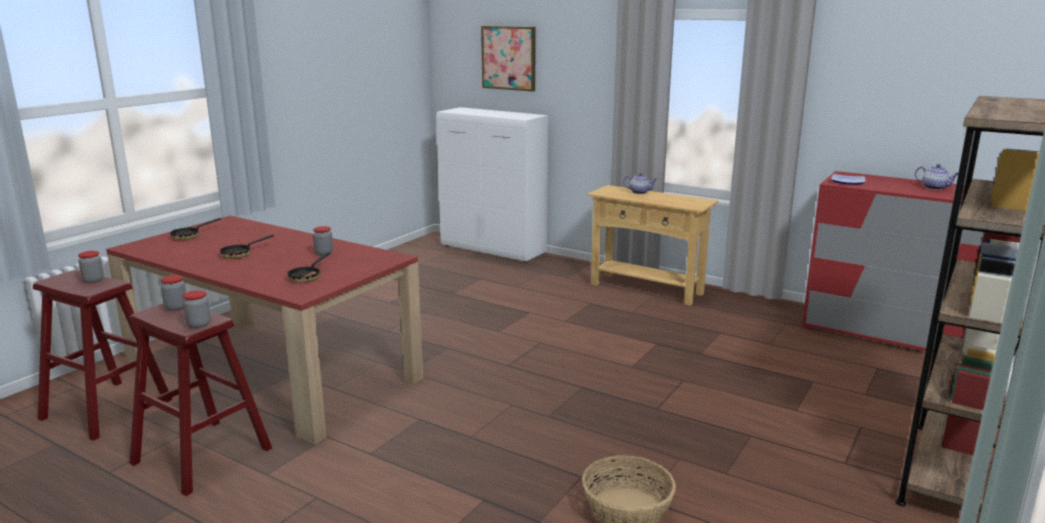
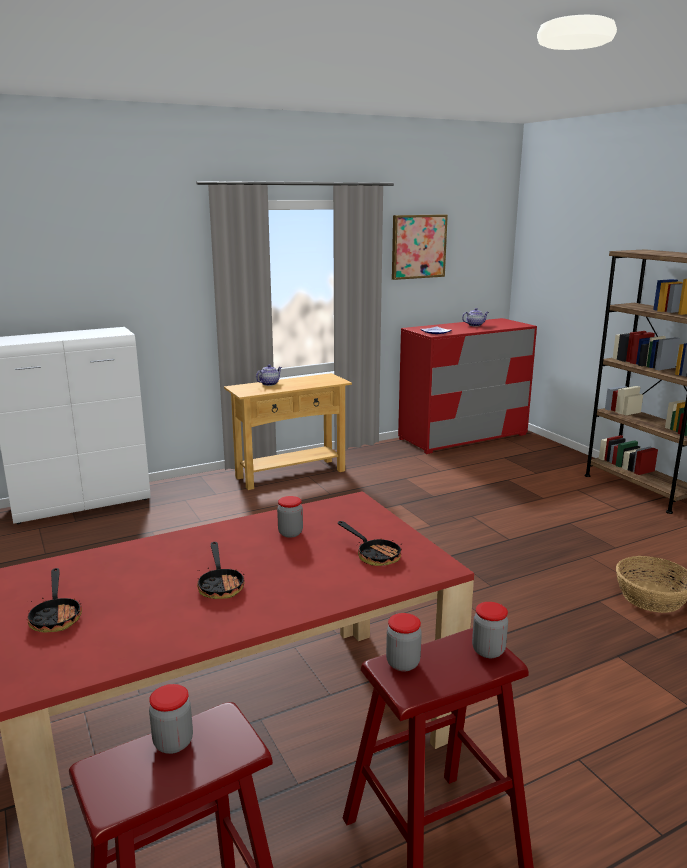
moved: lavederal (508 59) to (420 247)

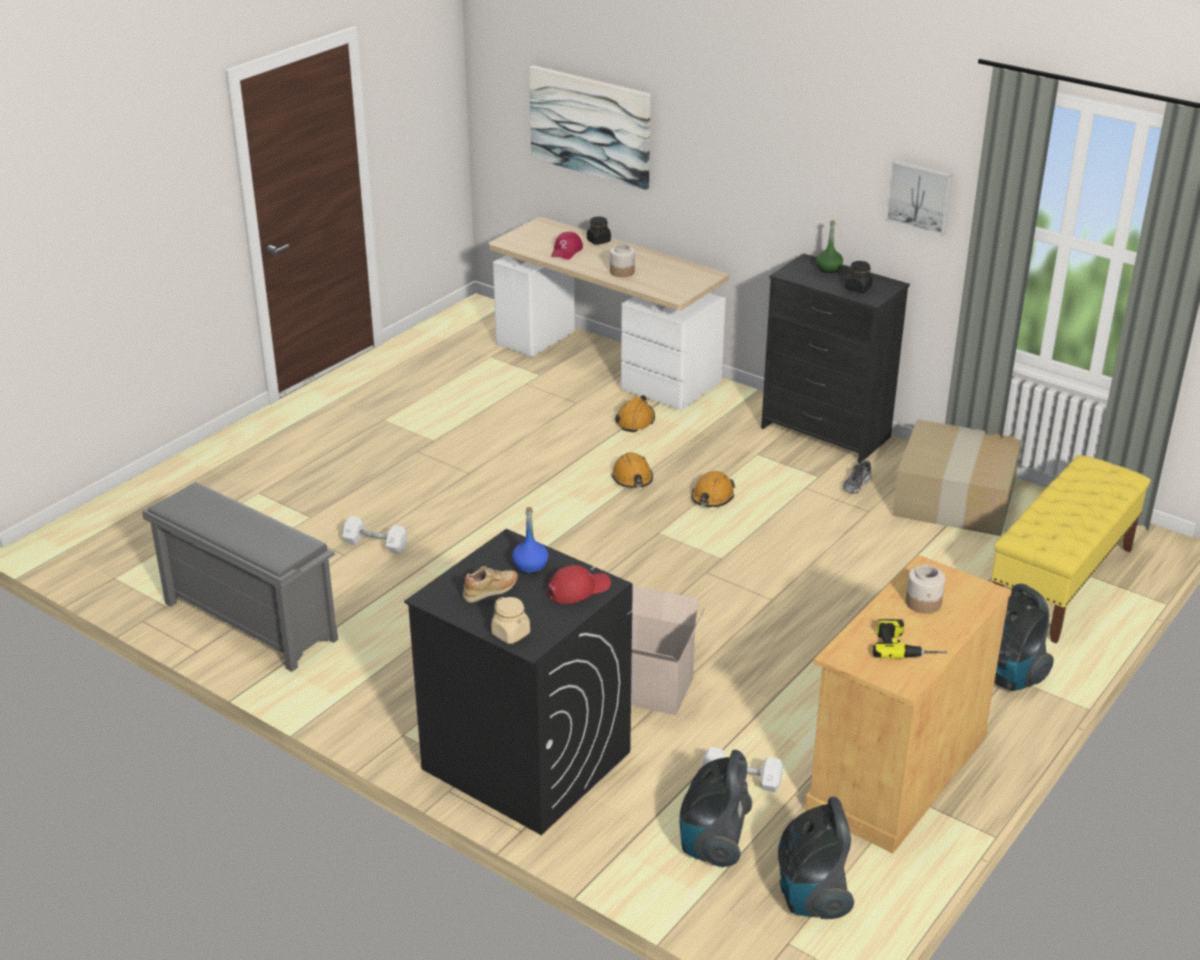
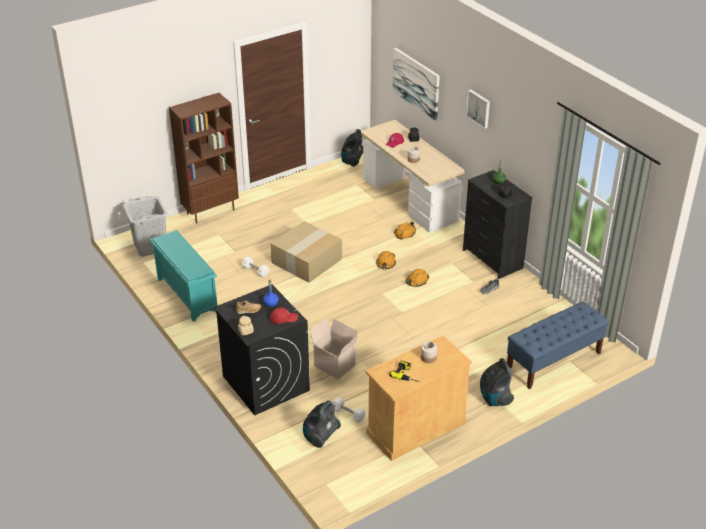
added: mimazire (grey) (145 226); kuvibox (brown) (204 158)
moved: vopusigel (957 477) to (306 252); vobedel (816 858) to (352 148); lavederal (919 198) to (478 109)
recoloured: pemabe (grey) (240 577) to pemabe (turquoise) (184 276); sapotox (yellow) (1071 549) to sapotox (blue) (558 345)

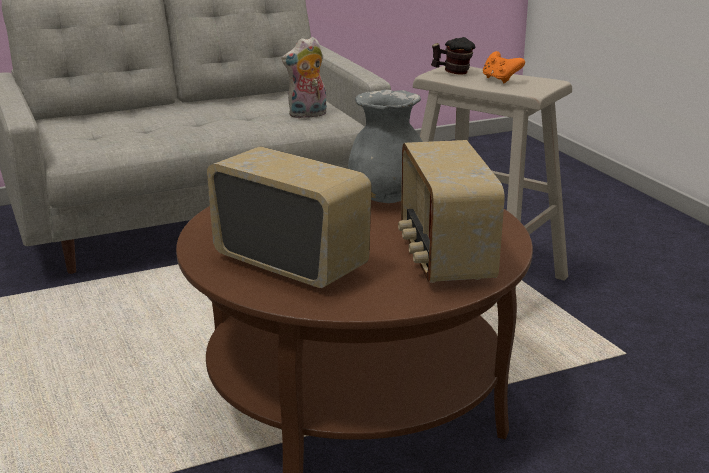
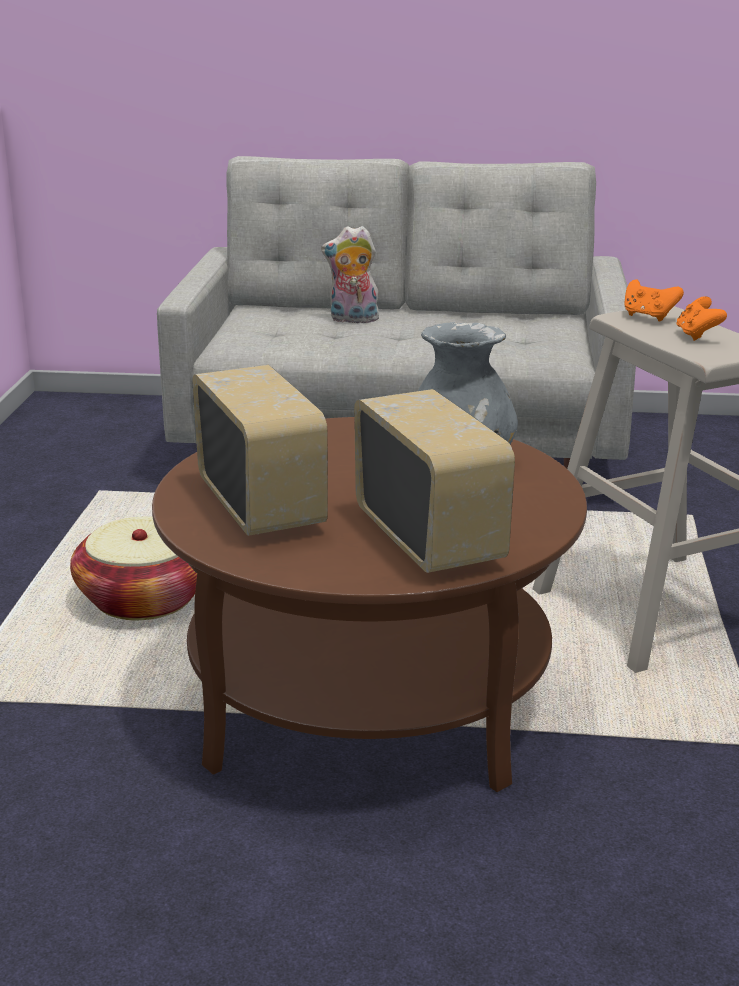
added: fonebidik (133 568)
moved: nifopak (304 77) to (350 274)
replaced: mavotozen (453 56) to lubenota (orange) (654 300)
turned: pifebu (451 211) = (434 481) 135 degrees clockwise

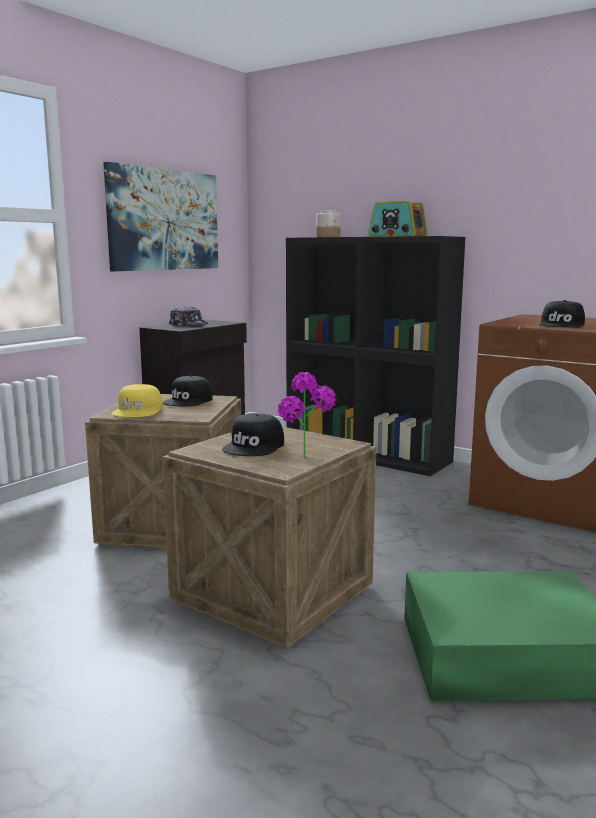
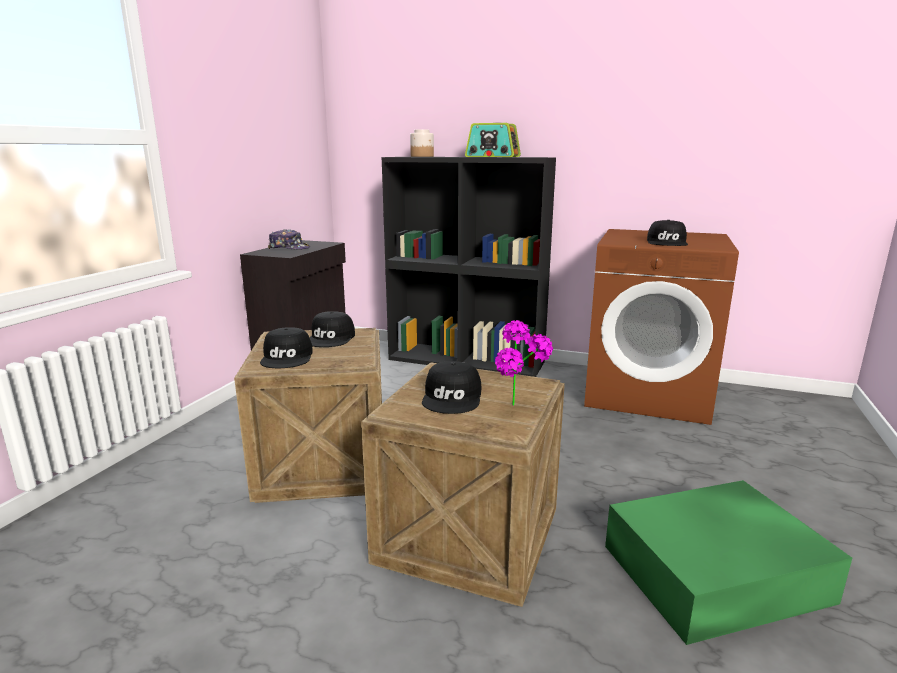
removed: lavederal (160 216)
recoloured: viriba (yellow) (137 400) to viriba (black) (286 347)

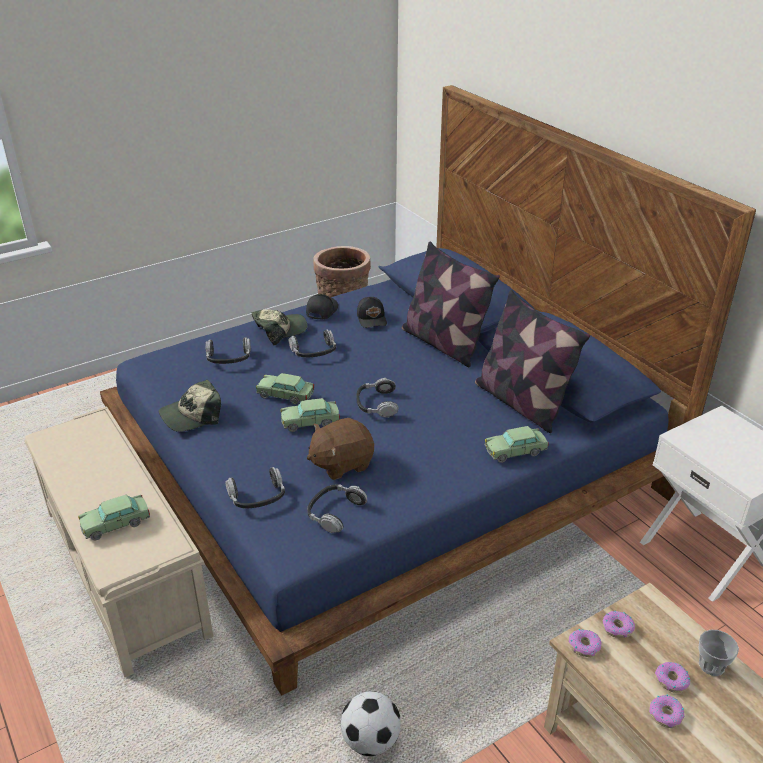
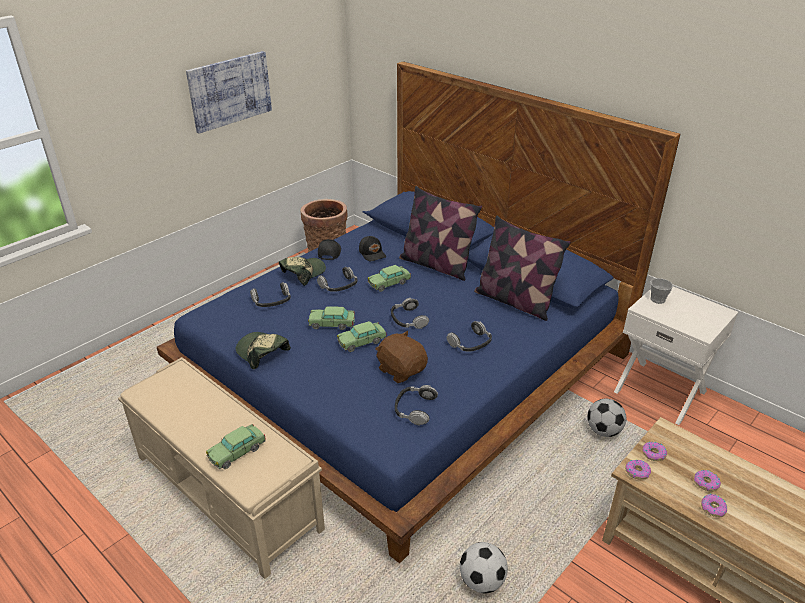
added: lavederal (229 92); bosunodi (606 418)
moved: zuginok (516 444) to (389 278); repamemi (255 488) to (469 336); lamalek (718 653) to (661 291)
turned: viriba (190 406) = (263 350) 90 degrees clockwise; nifopak (brown) (340 449) = (401 357) 90 degrees clockwise

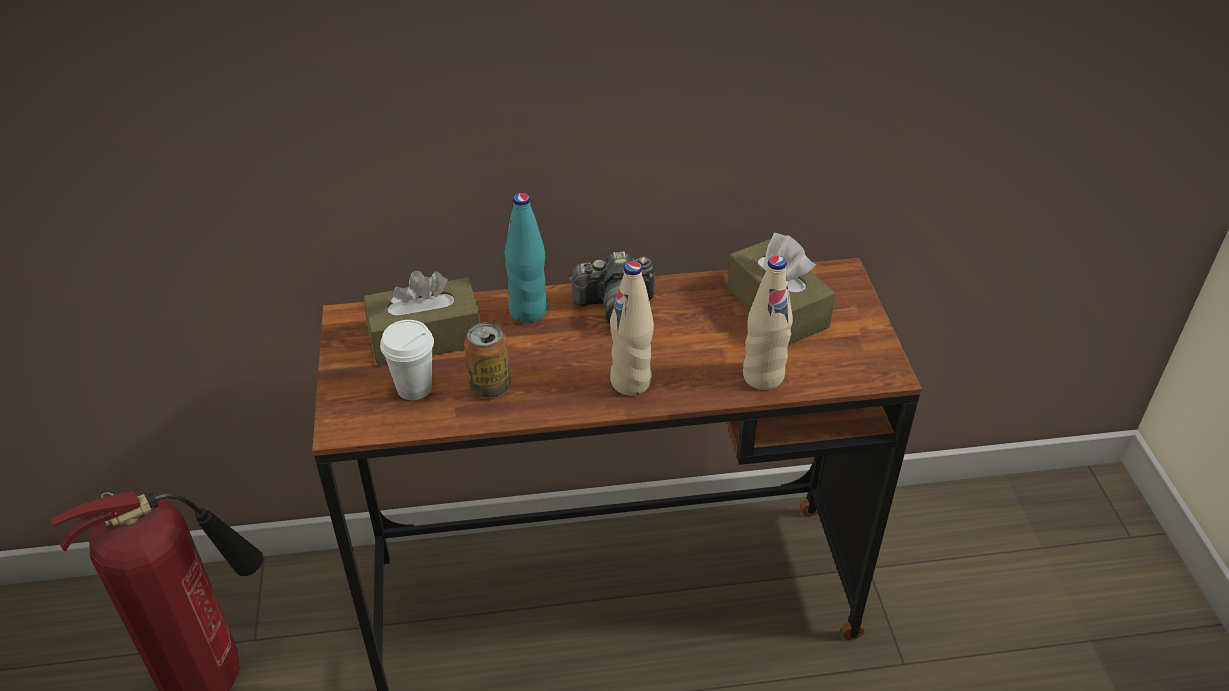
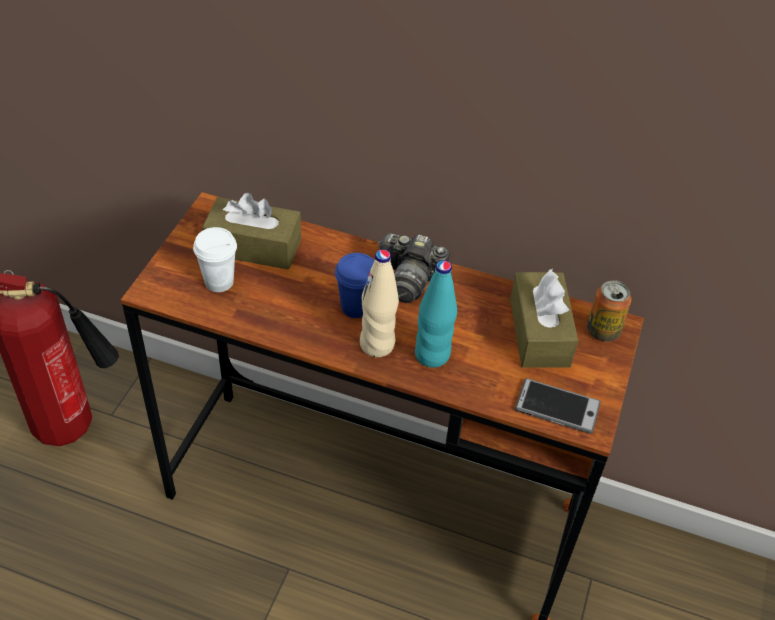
removed: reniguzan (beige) (768 323)
added: lamalek (blue) (354 285); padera (558 406)
moved: reniguzan (turquoise) (525 258) to (436 314); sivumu (487 360) to (609 311)

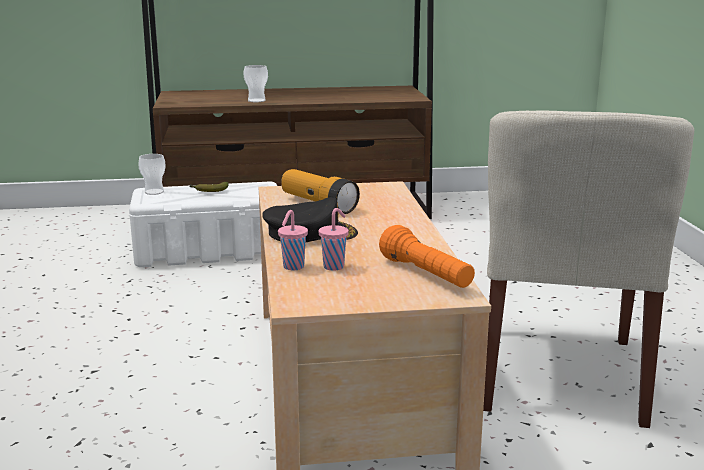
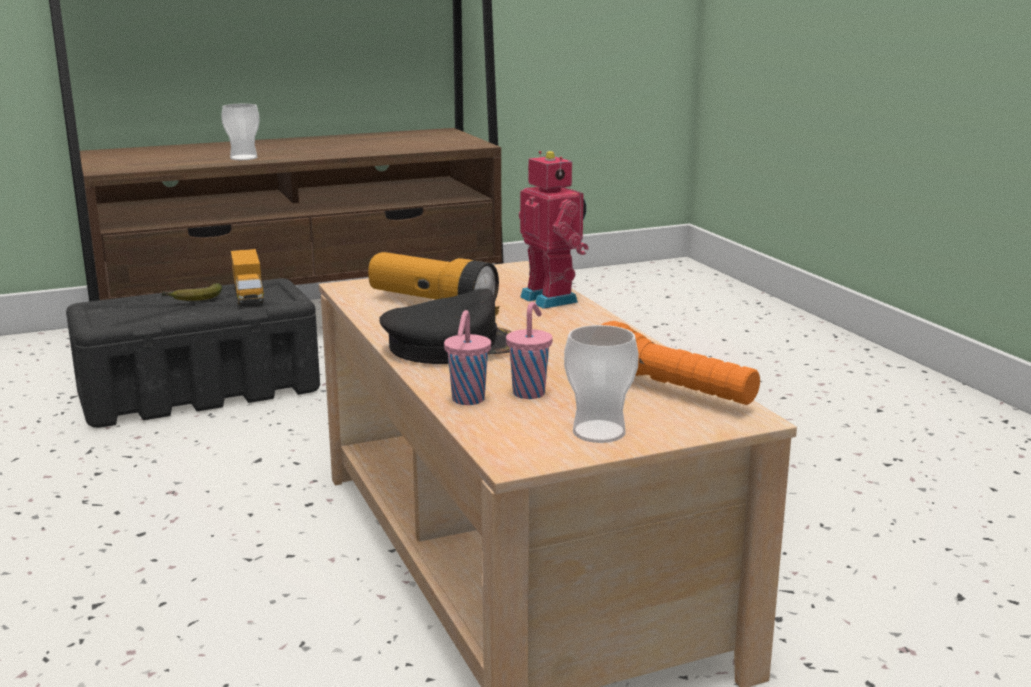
removed: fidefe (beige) (588 269)
added: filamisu (247 277); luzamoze (554 230)
moved: lamalek (152 174) to (601 384)
recoloured: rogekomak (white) (203 224) to rogekomak (black) (193 353)

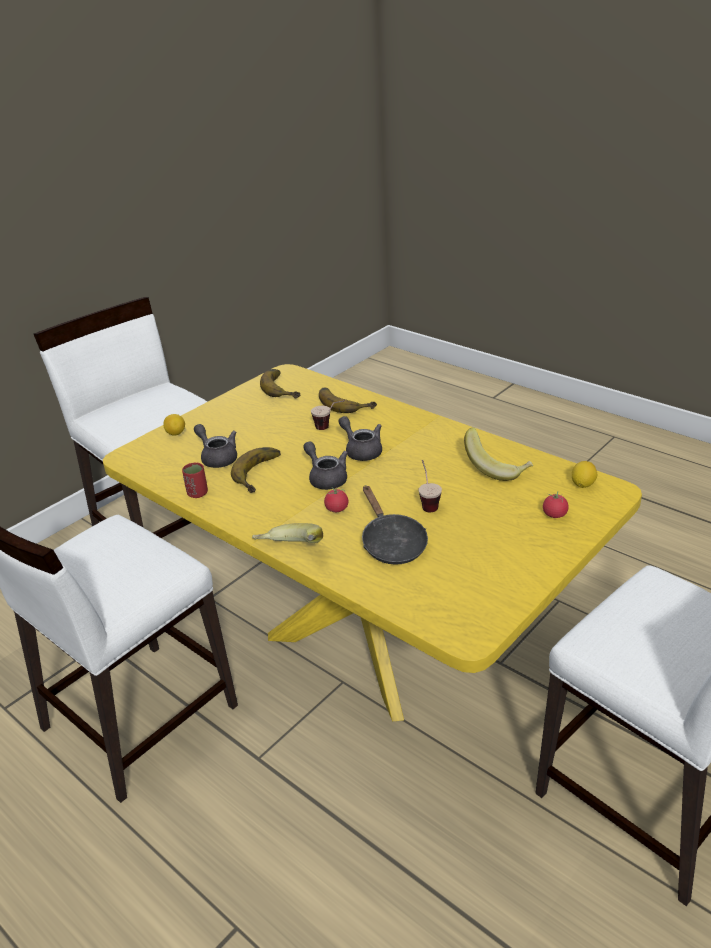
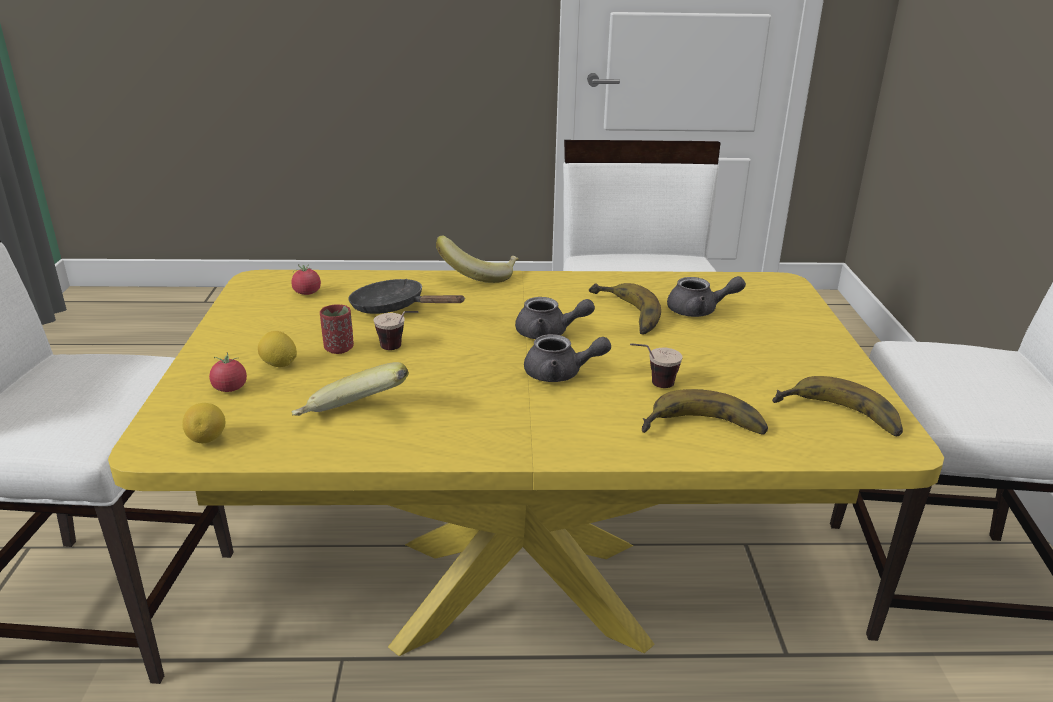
moved: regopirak (174 424) to (277 349); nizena (336 499) to (306 279); lamalek (red) (195 480) to (337 329)

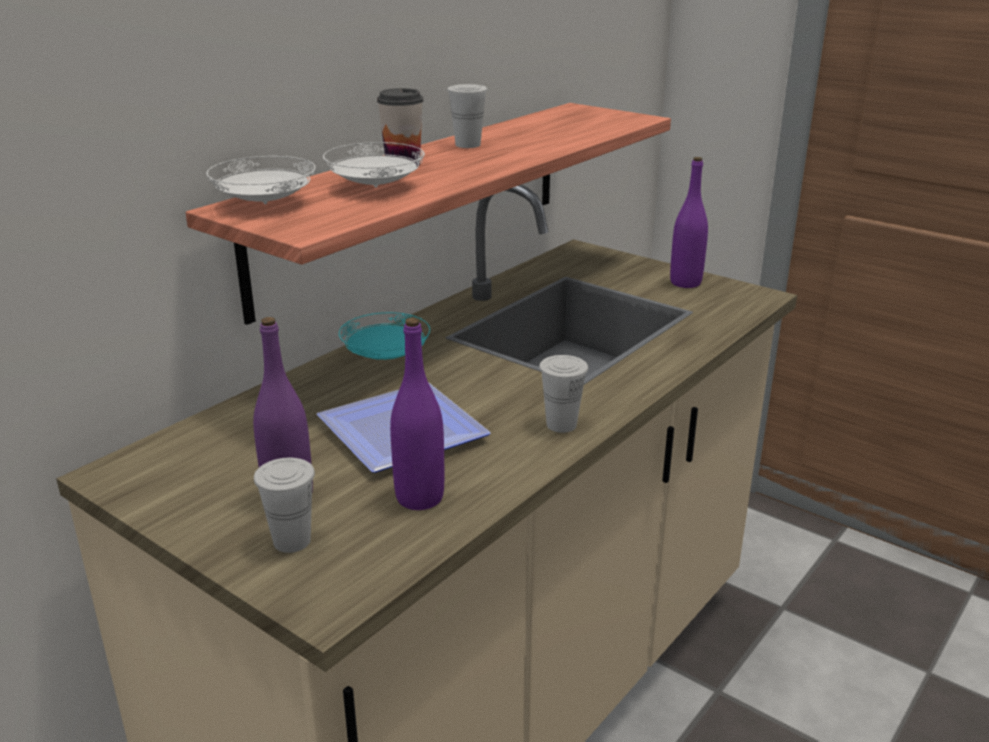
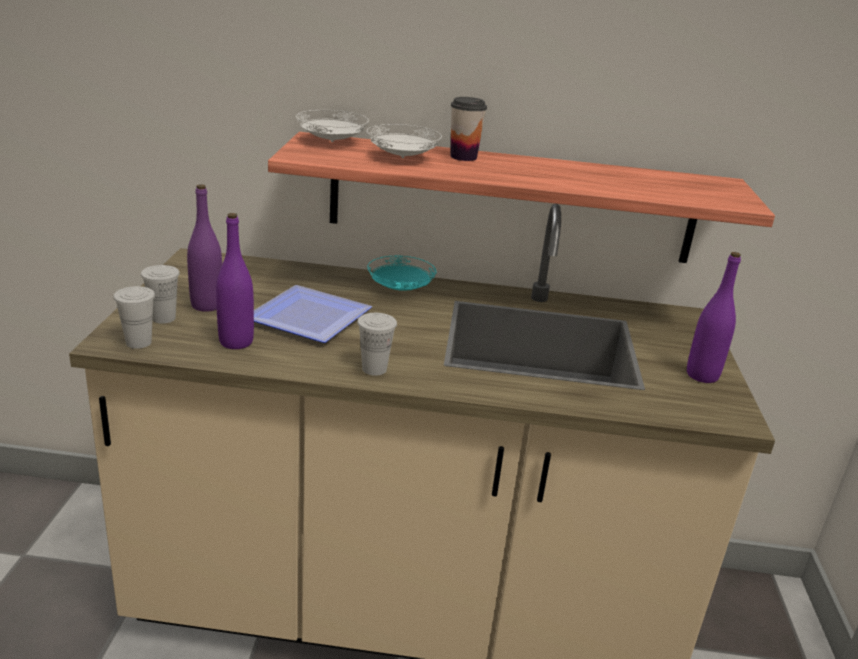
moved: lamalek (white) (467 116) to (134 317)

